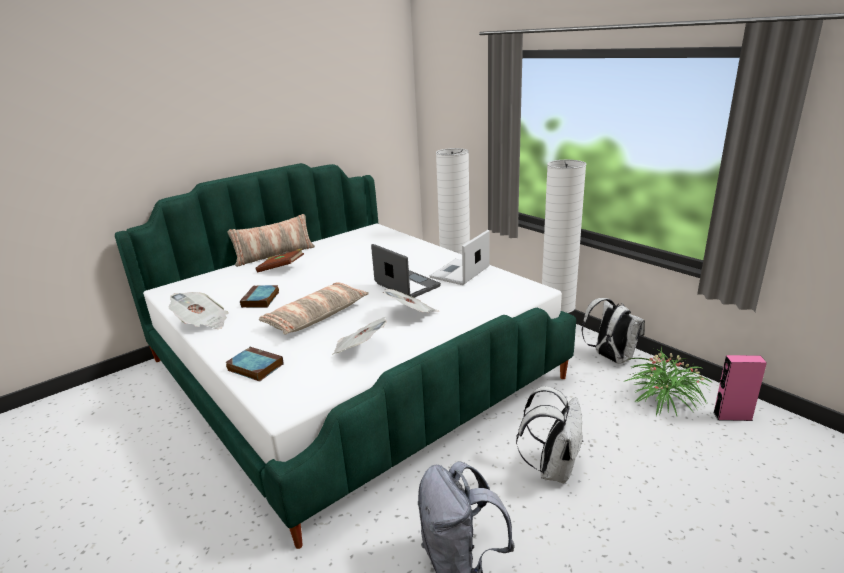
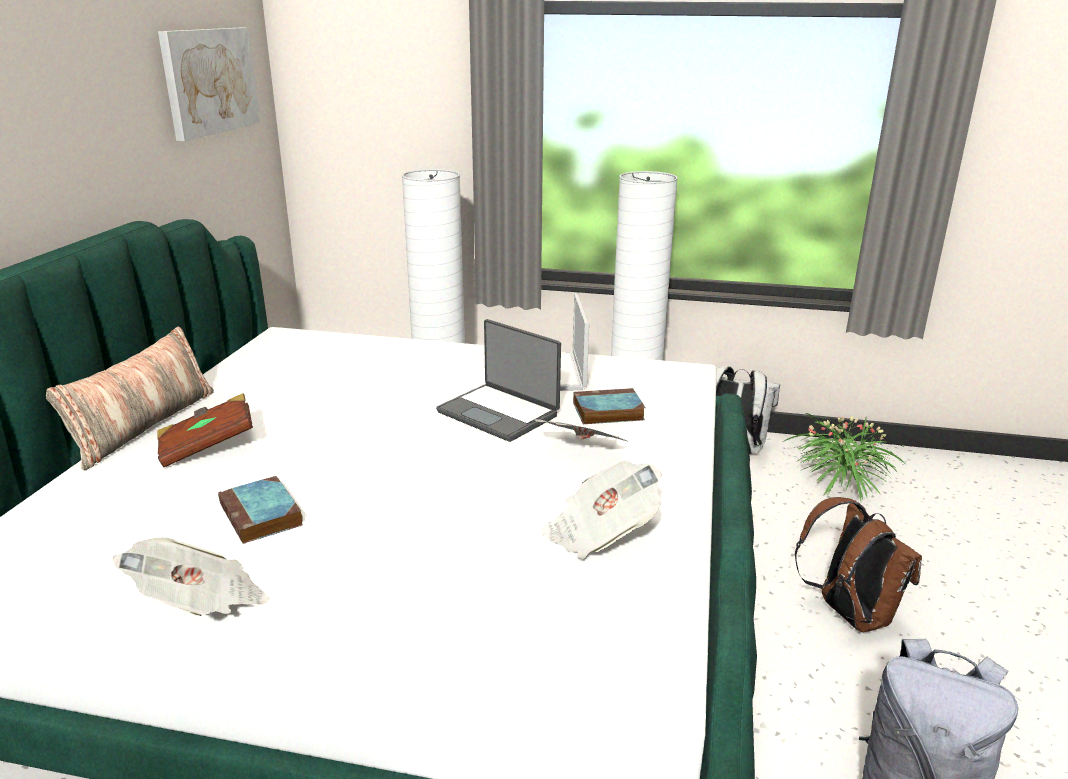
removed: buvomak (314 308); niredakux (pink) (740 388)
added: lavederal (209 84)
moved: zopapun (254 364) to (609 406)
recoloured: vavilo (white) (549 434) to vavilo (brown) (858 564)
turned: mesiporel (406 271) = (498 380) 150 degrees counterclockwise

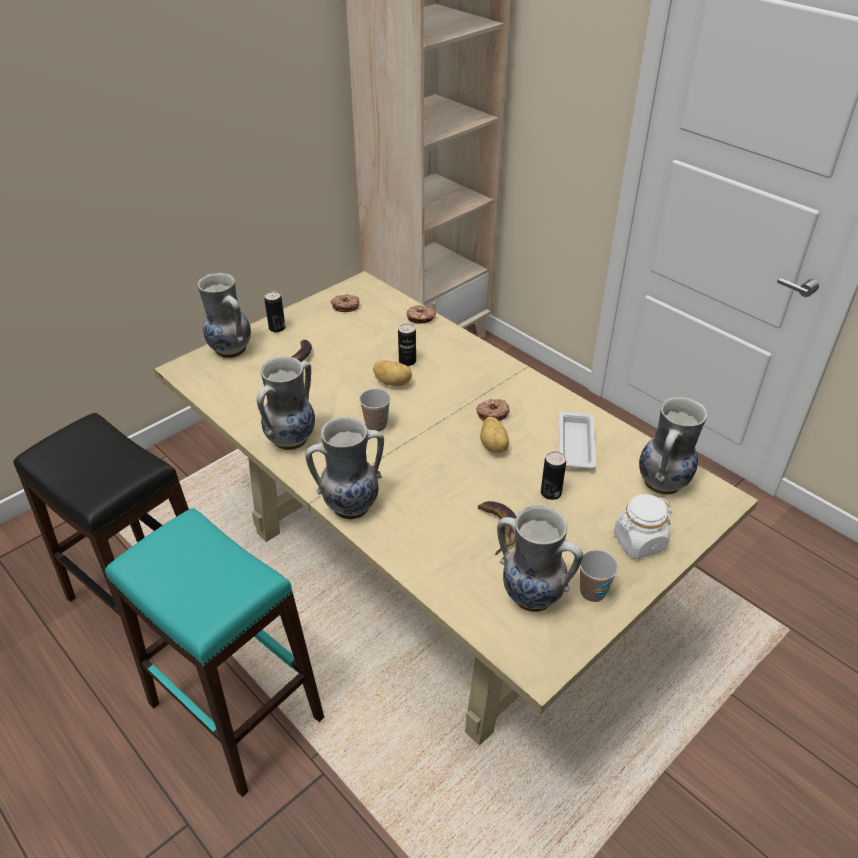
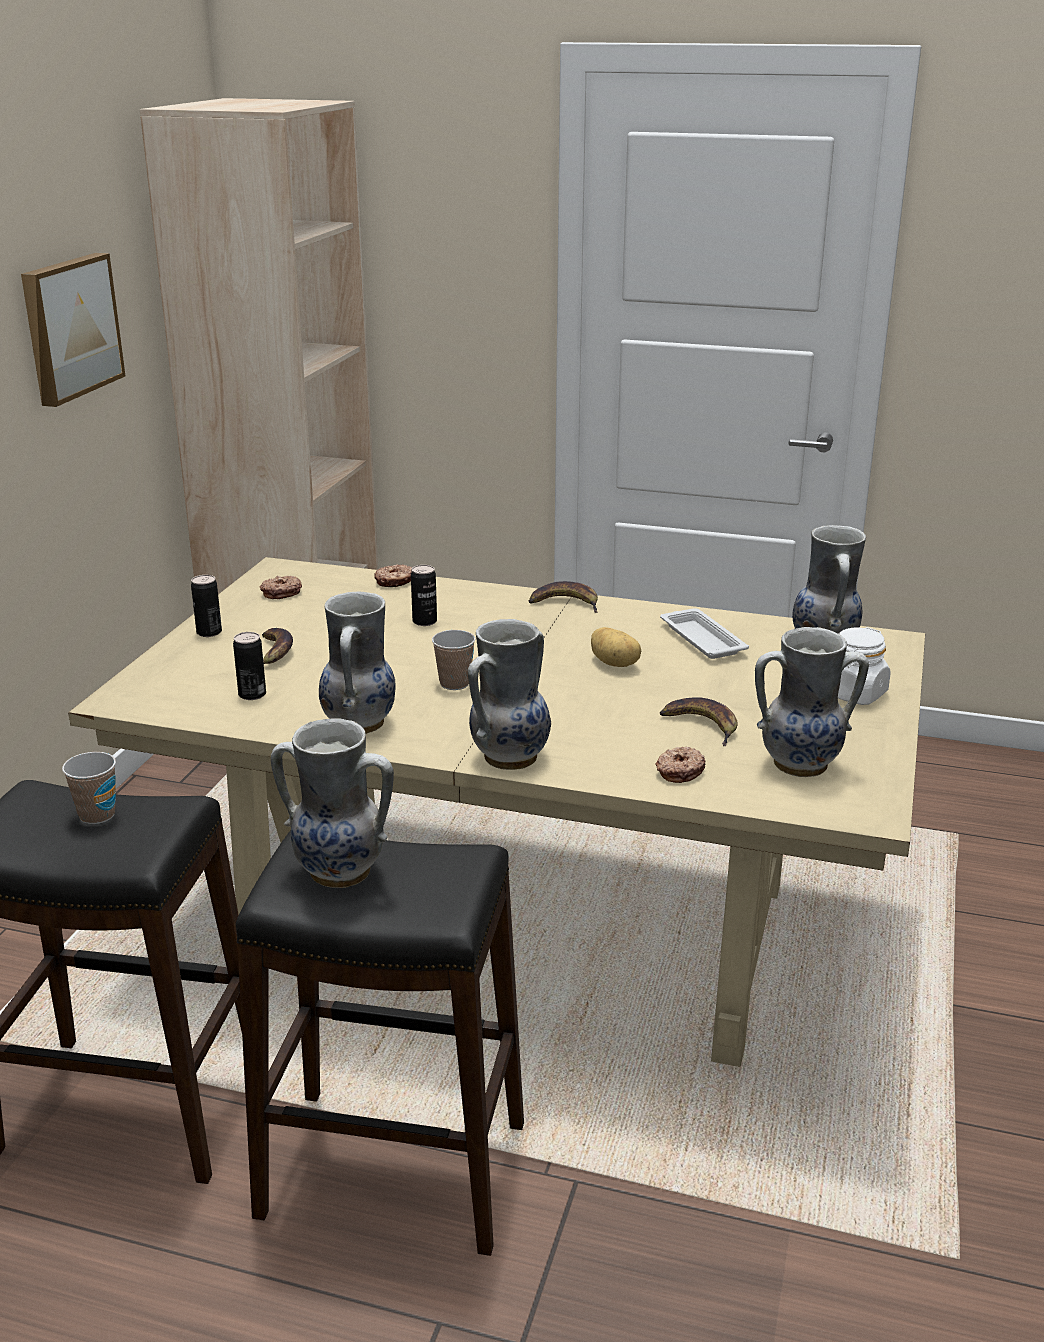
removed: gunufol (392 373)
added: lavederal (73 330); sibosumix (563 597)
moved: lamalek (599 576) to (89 788); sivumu (553 475) to (249 666); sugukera (224 315) to (332 803); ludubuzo (493 410) to (680 765)
recoloured: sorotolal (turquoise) (214 652) to sorotolal (black) (380 1043)

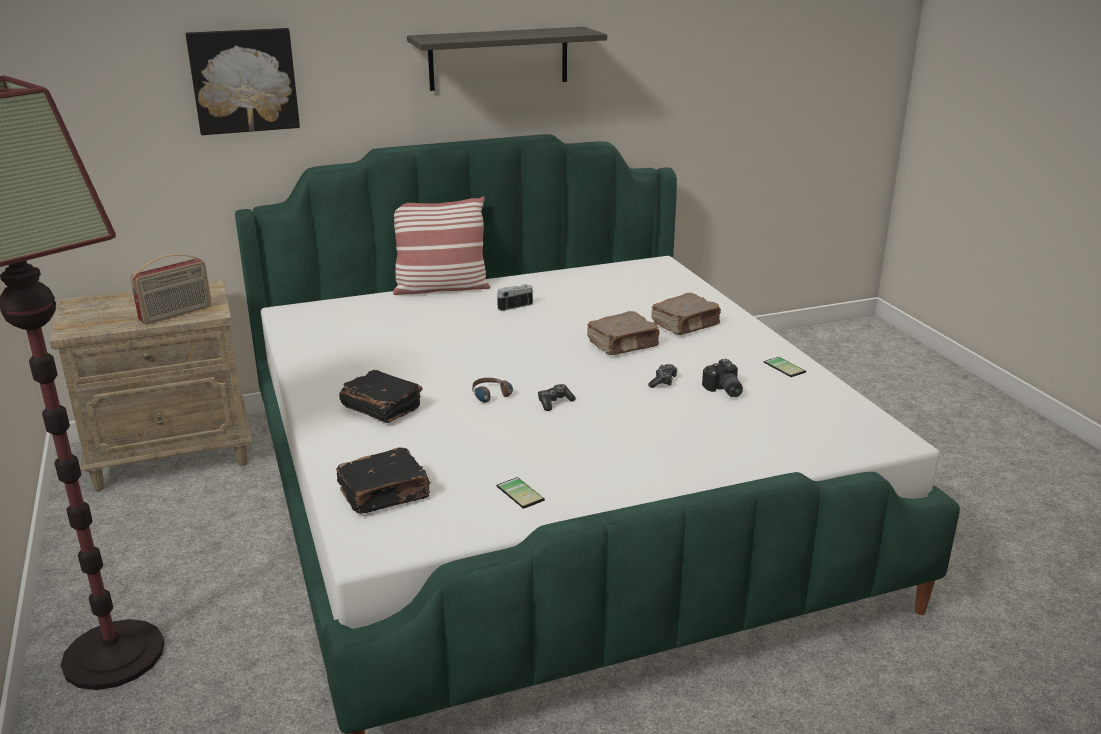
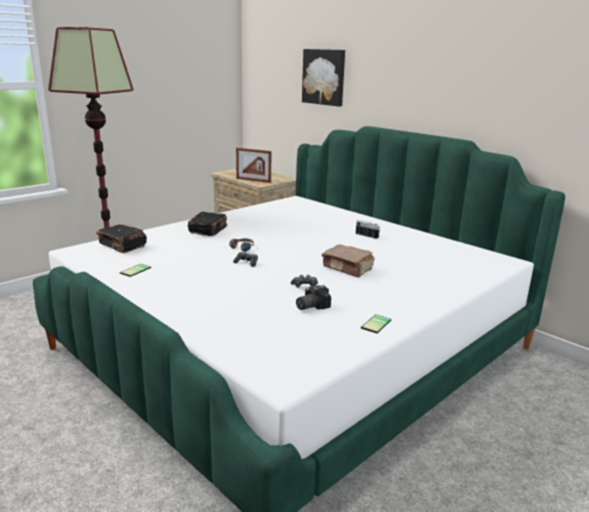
removed: buvomak (441 245); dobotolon (507 59); zopapun (brown) (686 314)
replaced: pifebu (171 289) to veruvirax (253 165)

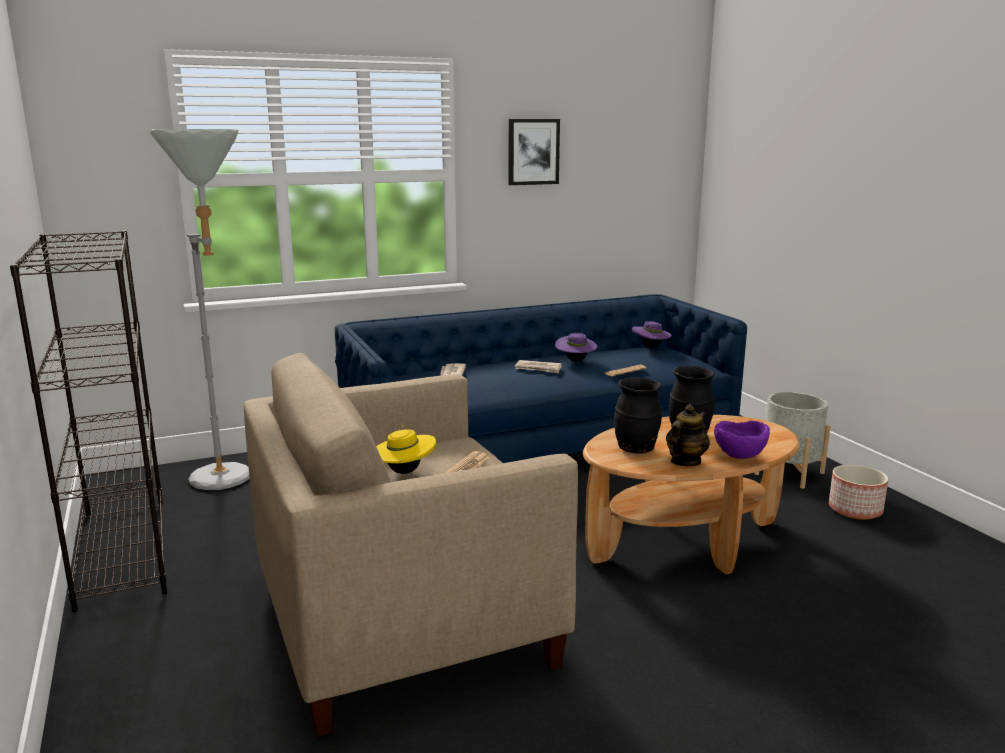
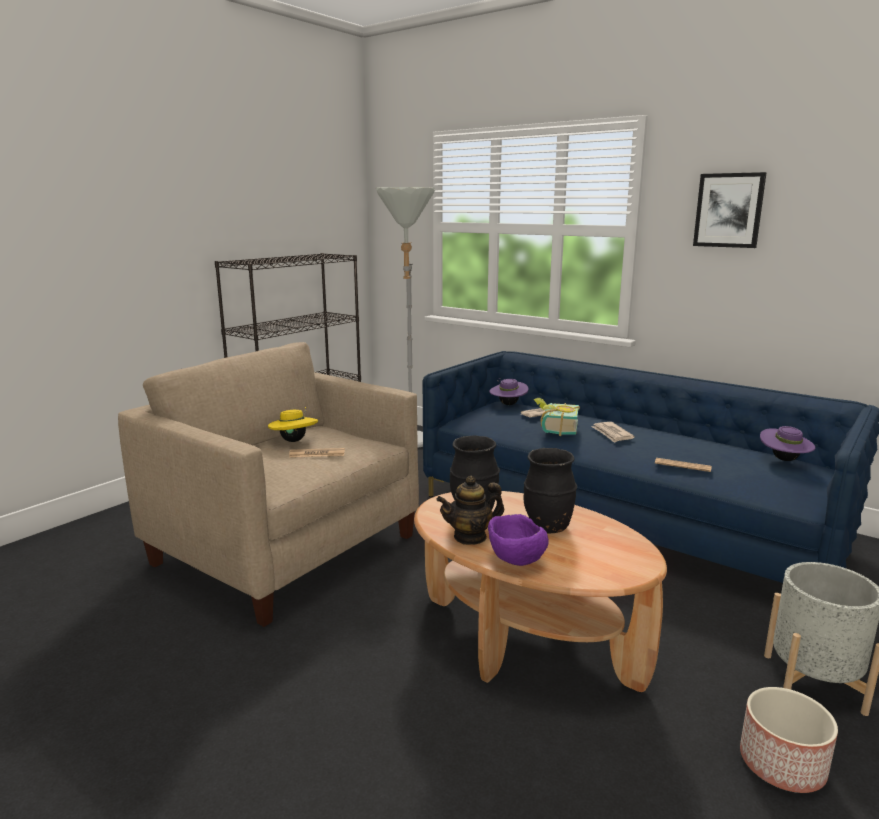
added: zopapun (557 417)
moved: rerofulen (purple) (576 347) to (509 391)
turned: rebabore (688 435) = (470 510) 150 degrees clockwise

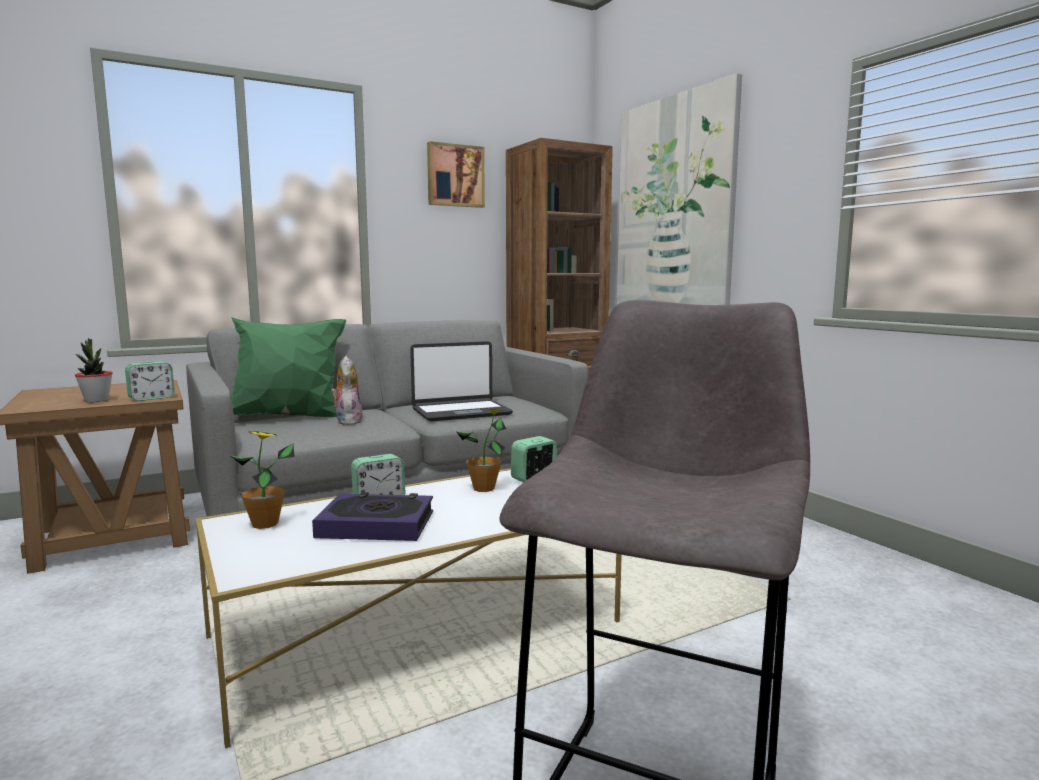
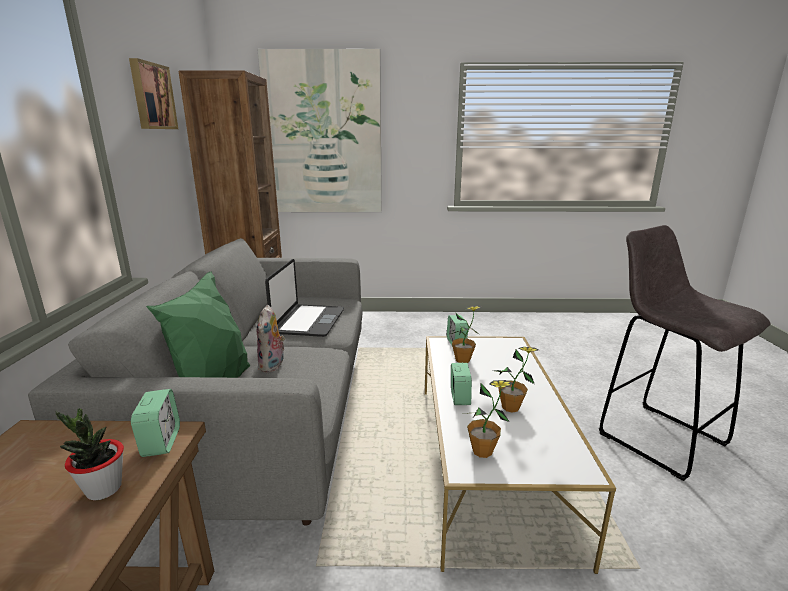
replaced: zopapun (372 516) to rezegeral (517 380)
turned: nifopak (346 390) = (271 338) 105 degrees counterclockwise

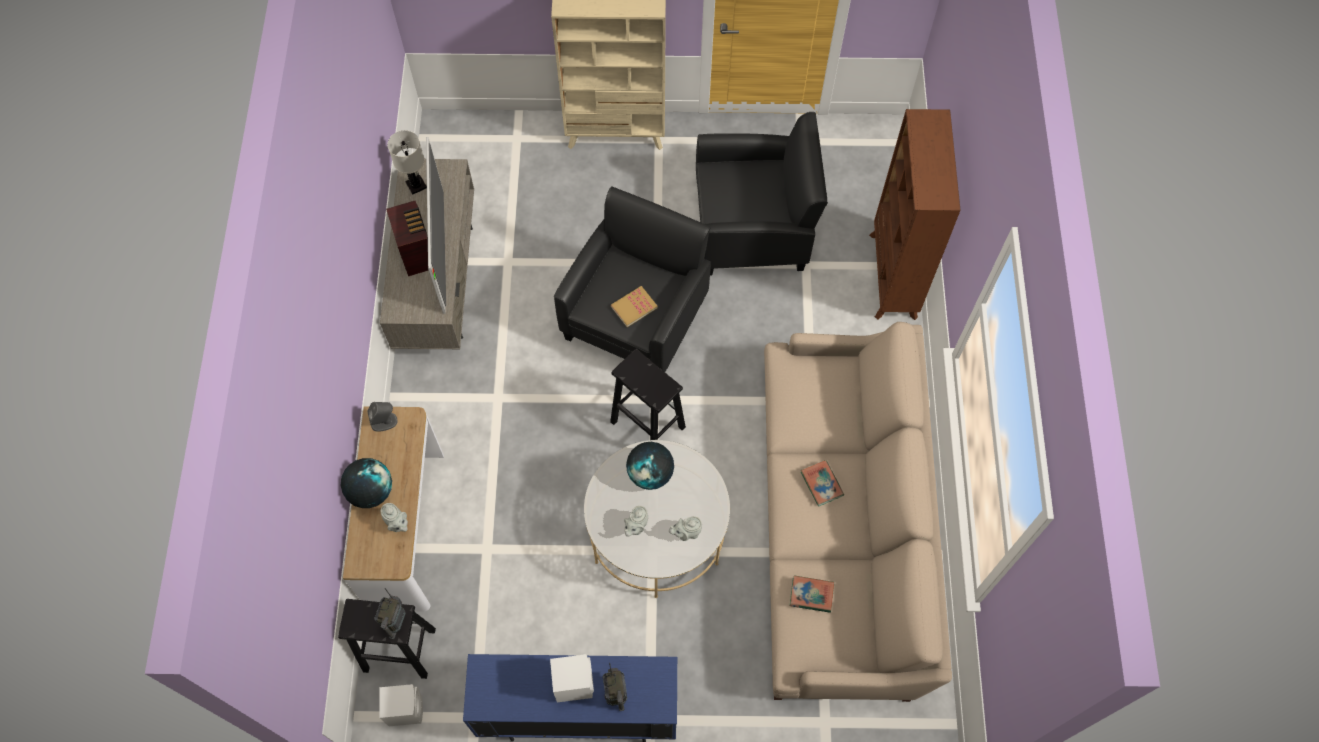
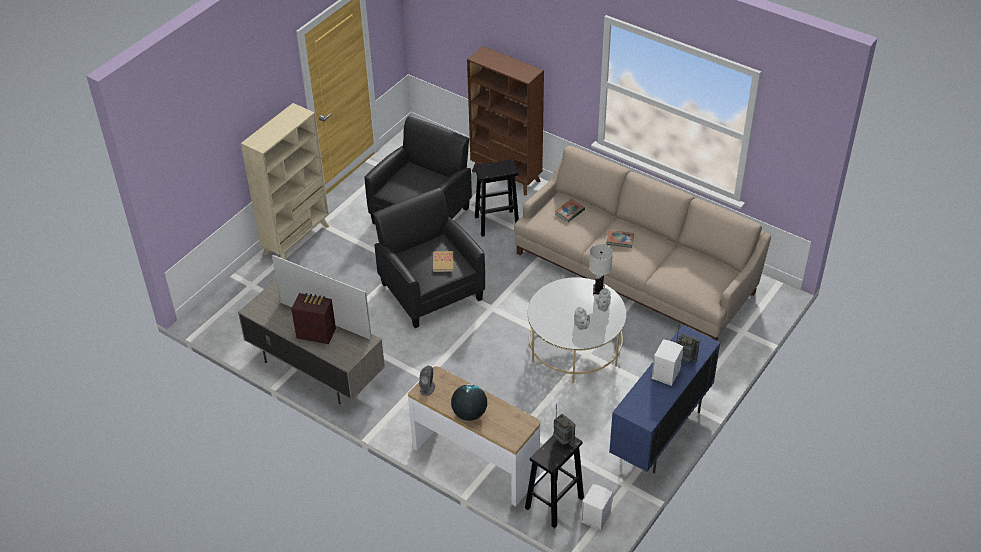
removed: rebabore (grey) (394 517); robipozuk (650 466)
moved: sorotolal (black) (648 394) to (496 198); zopapun (812 594) to (570 210); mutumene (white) (407 162) to (601 269)

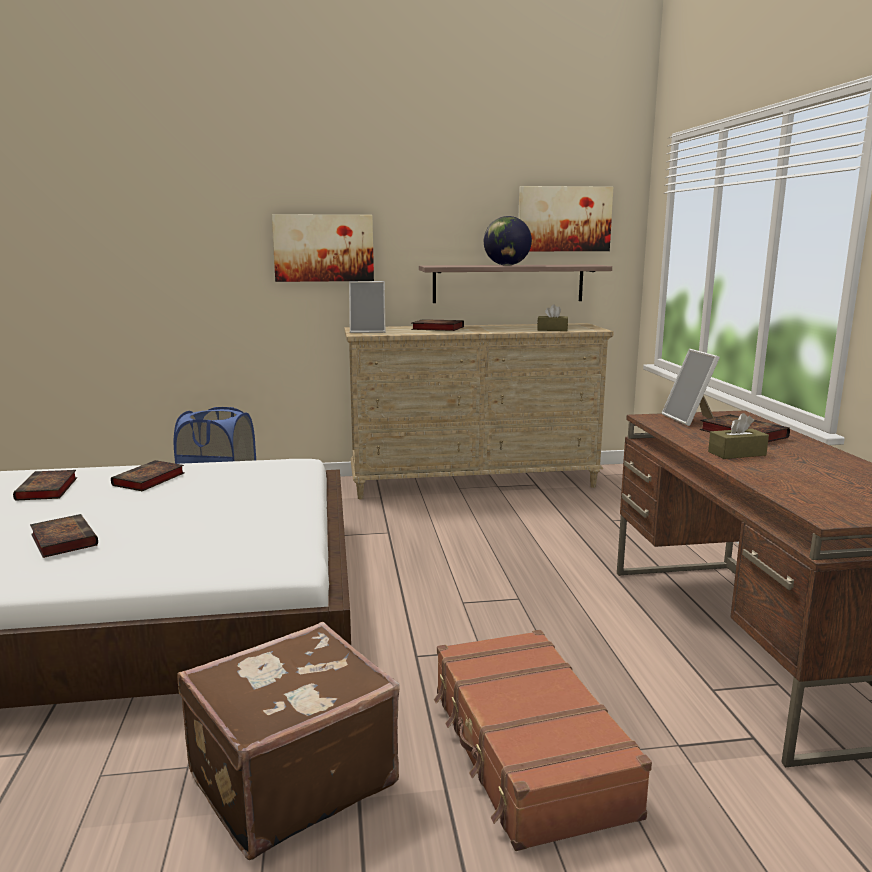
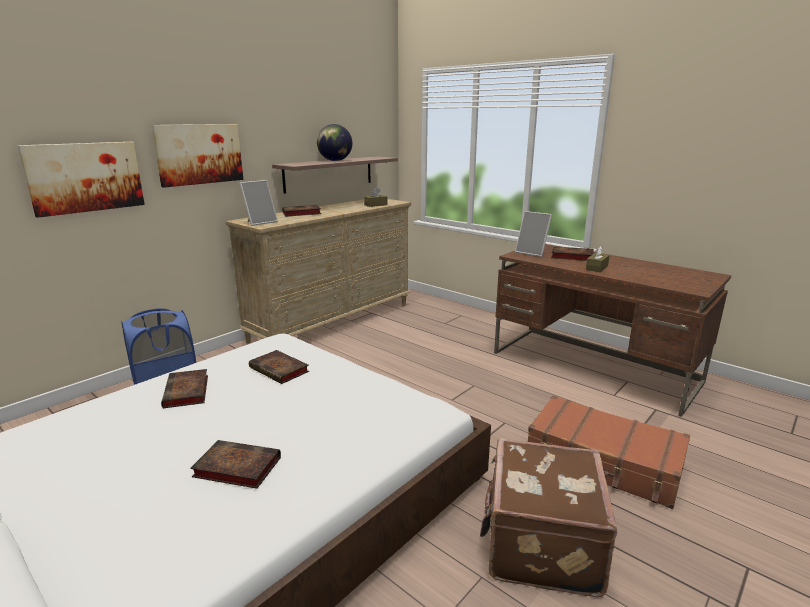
moved: lavederal (566 218) to (81 180); zopapun (45 485) to (279 367)

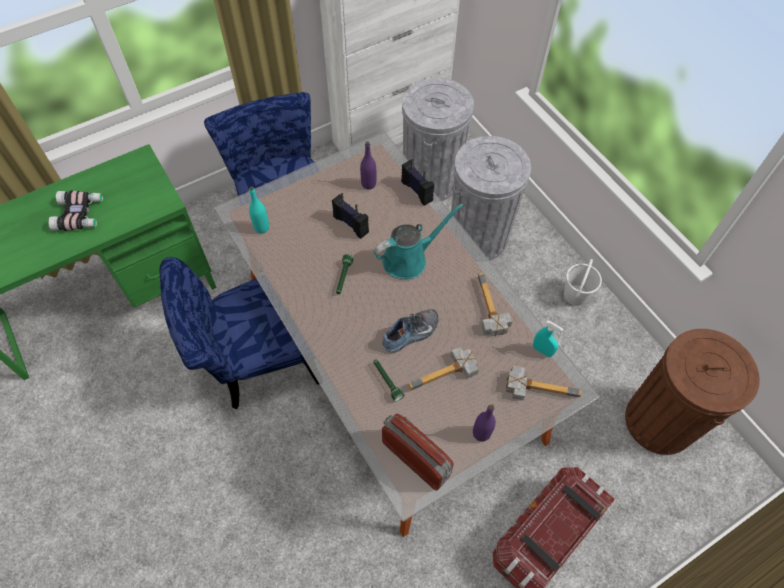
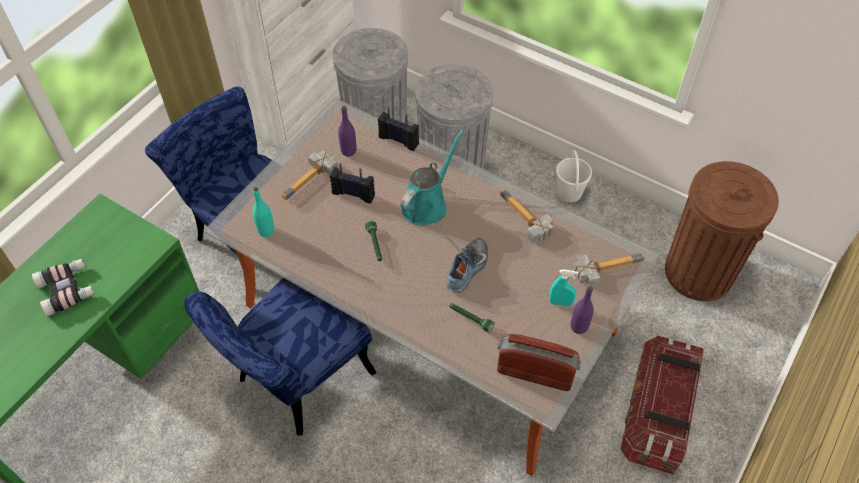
moved: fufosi (443 368) to (310 175); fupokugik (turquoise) (548 339) to (563 287)

